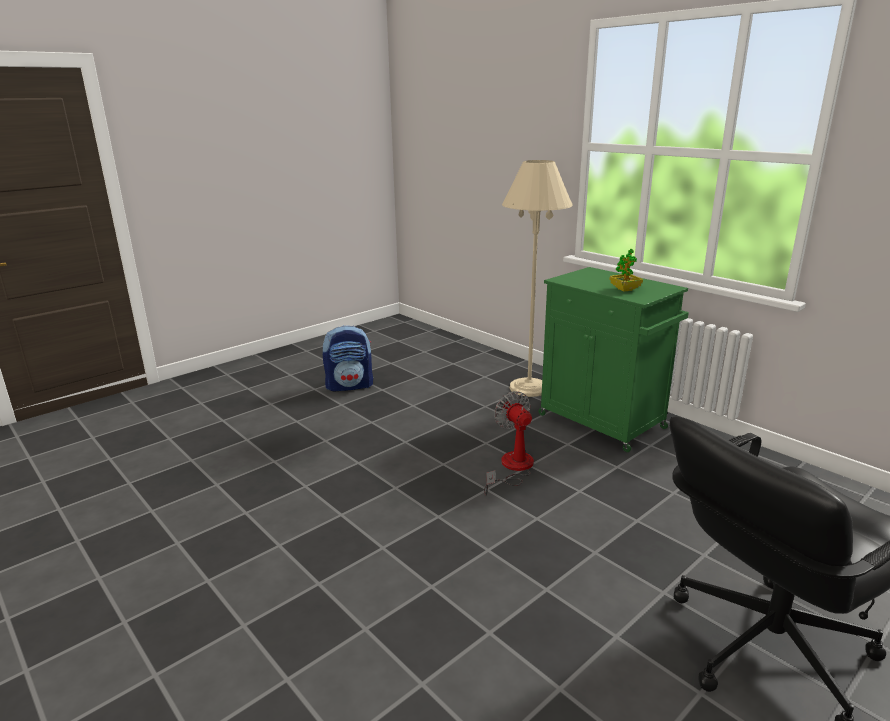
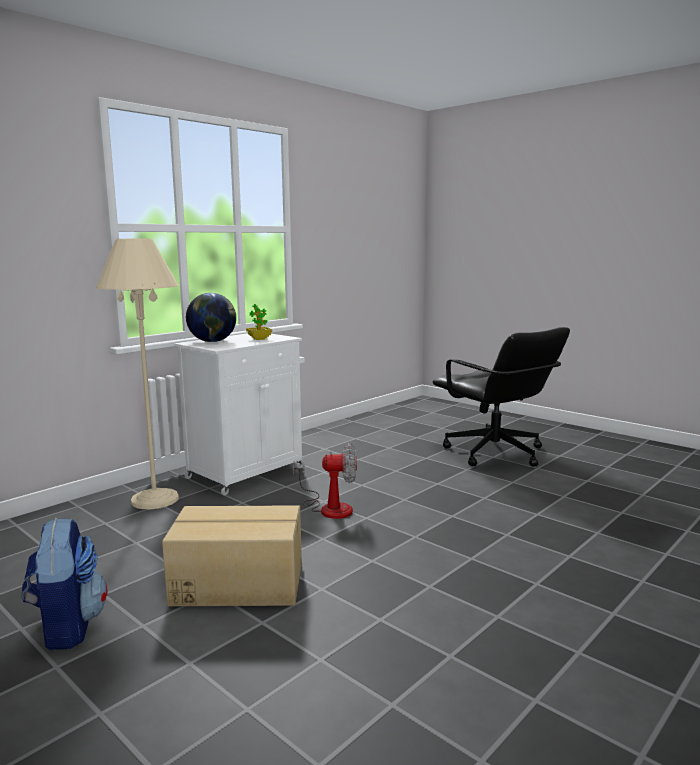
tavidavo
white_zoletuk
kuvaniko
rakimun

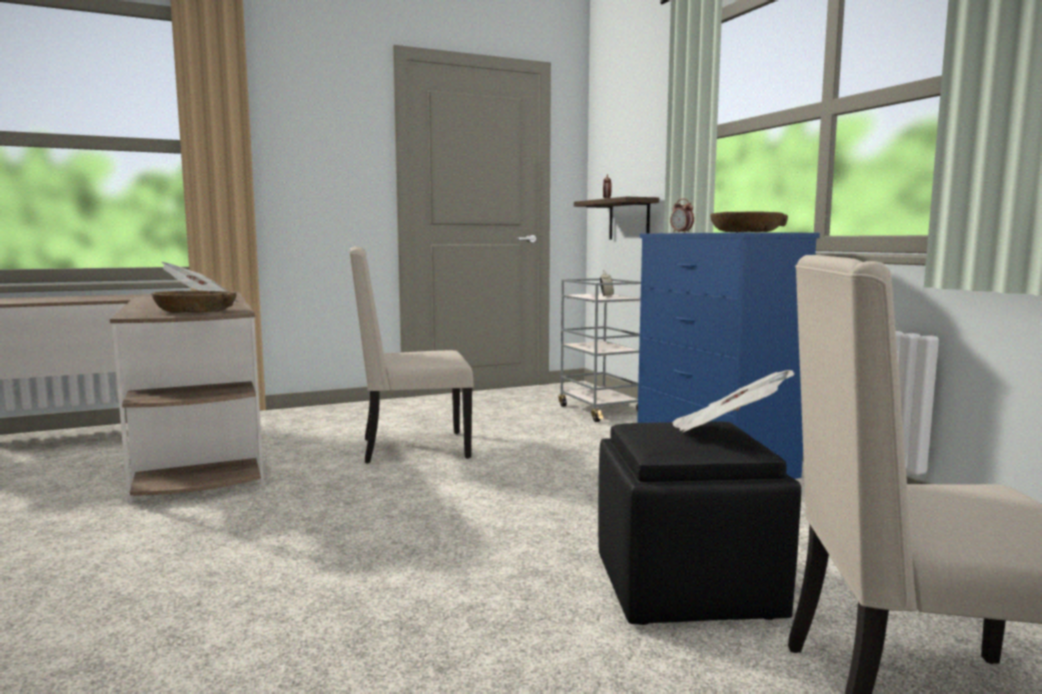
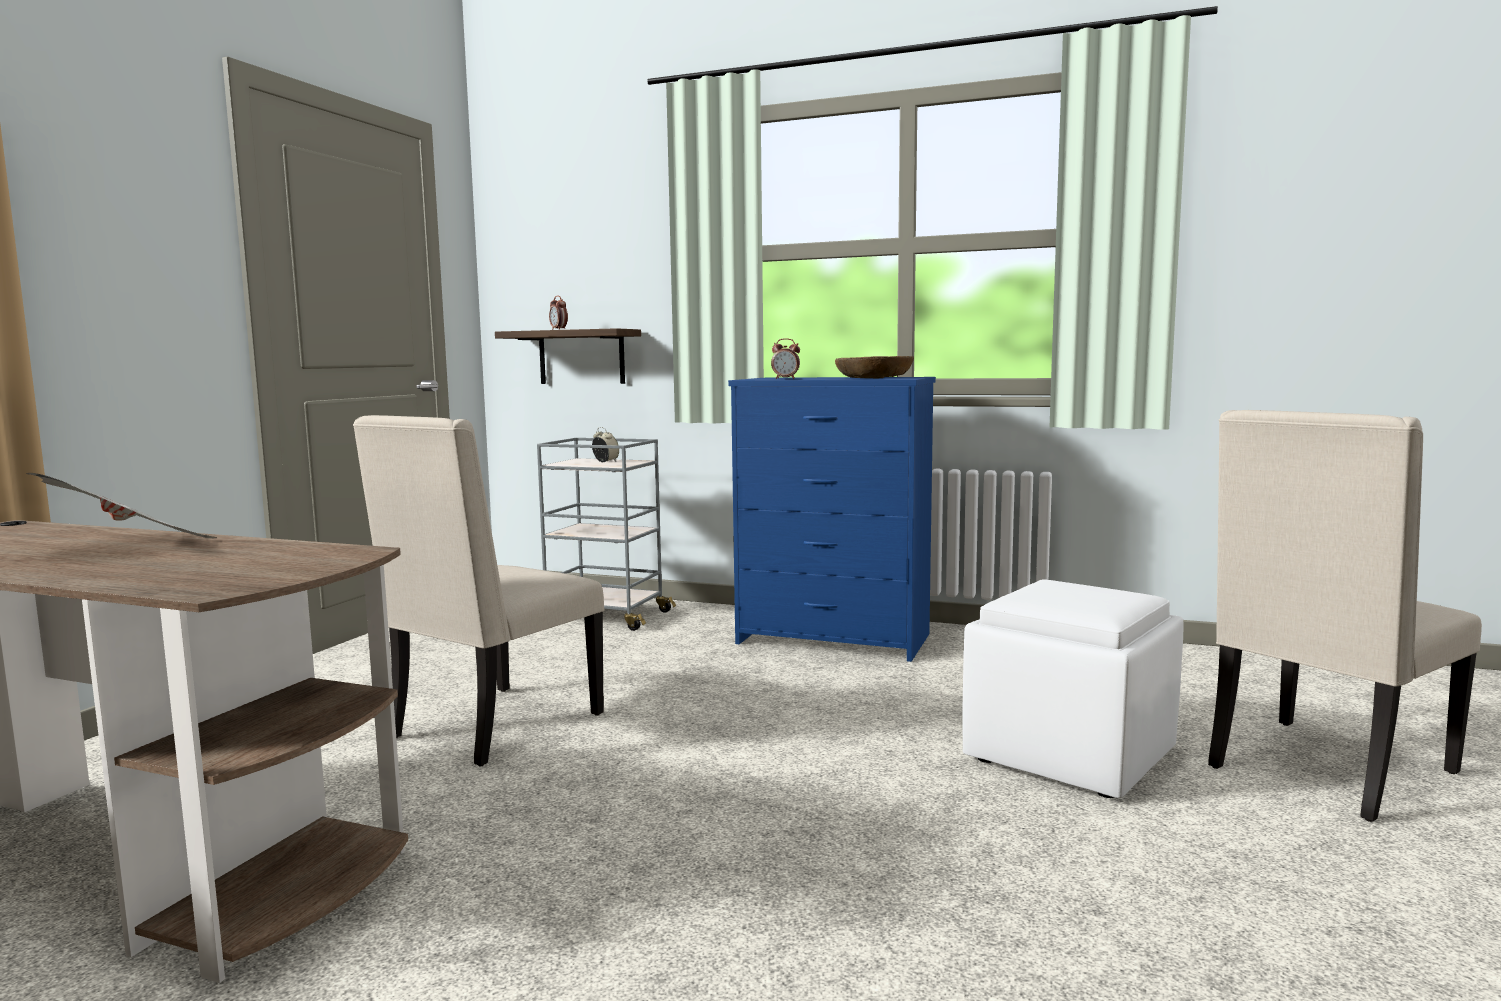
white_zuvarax
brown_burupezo (1st from left in the first image)
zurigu (2nd from left in the first image)

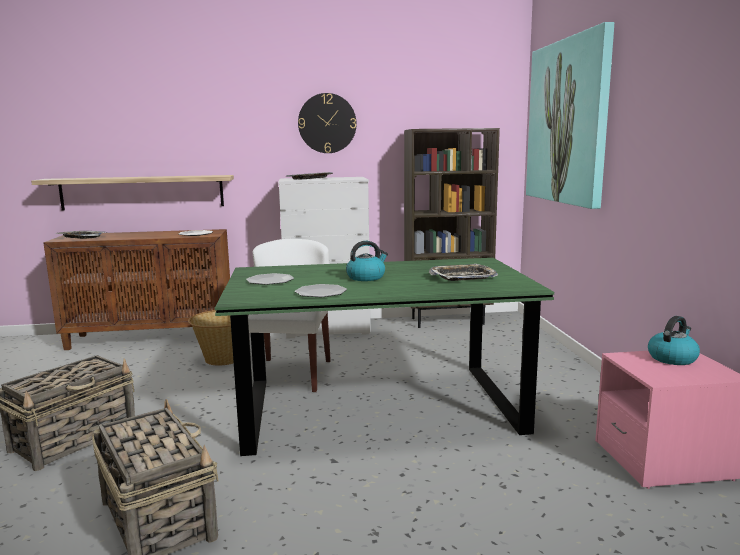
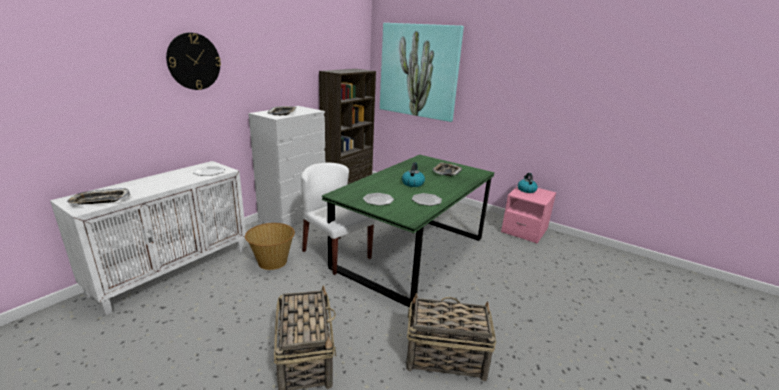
white_zoletuk
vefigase
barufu

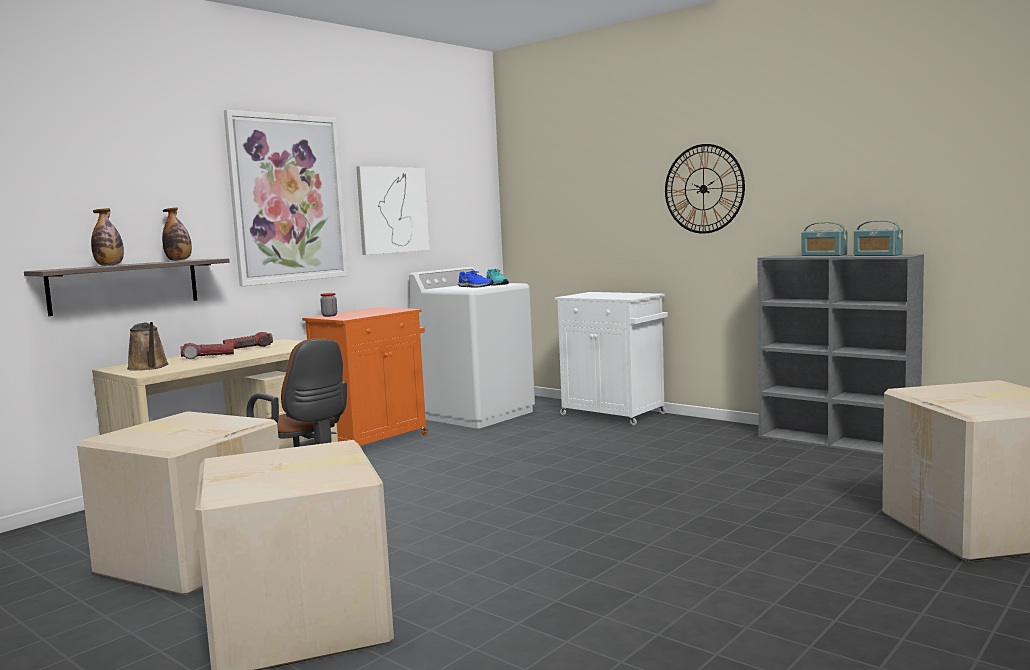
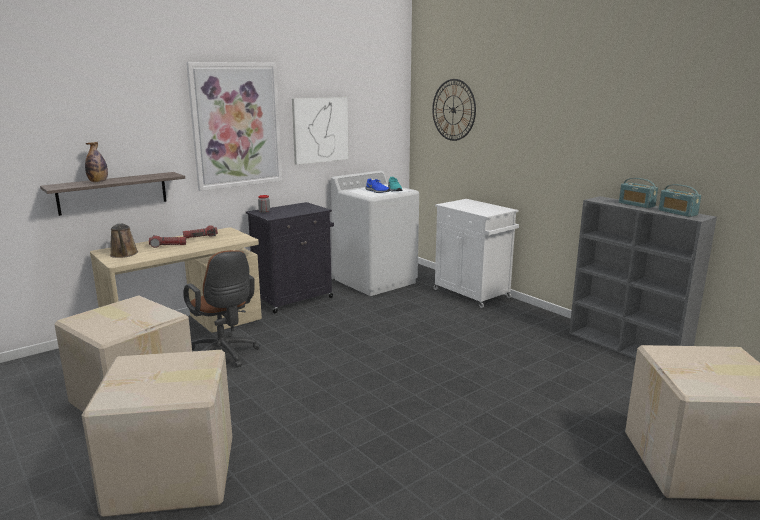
black_zoletuk
vefigase
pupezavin (2nd from left in the first image)

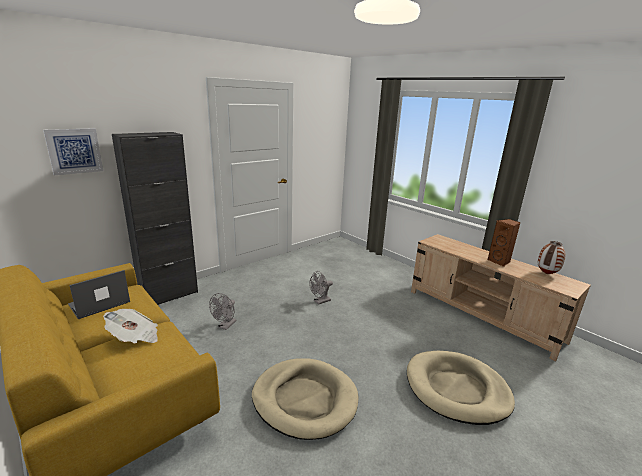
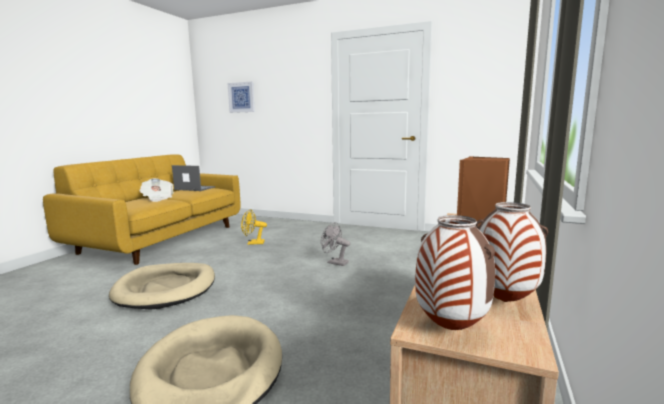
yellow_rakimun
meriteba (1st from left)
black_zoletuk

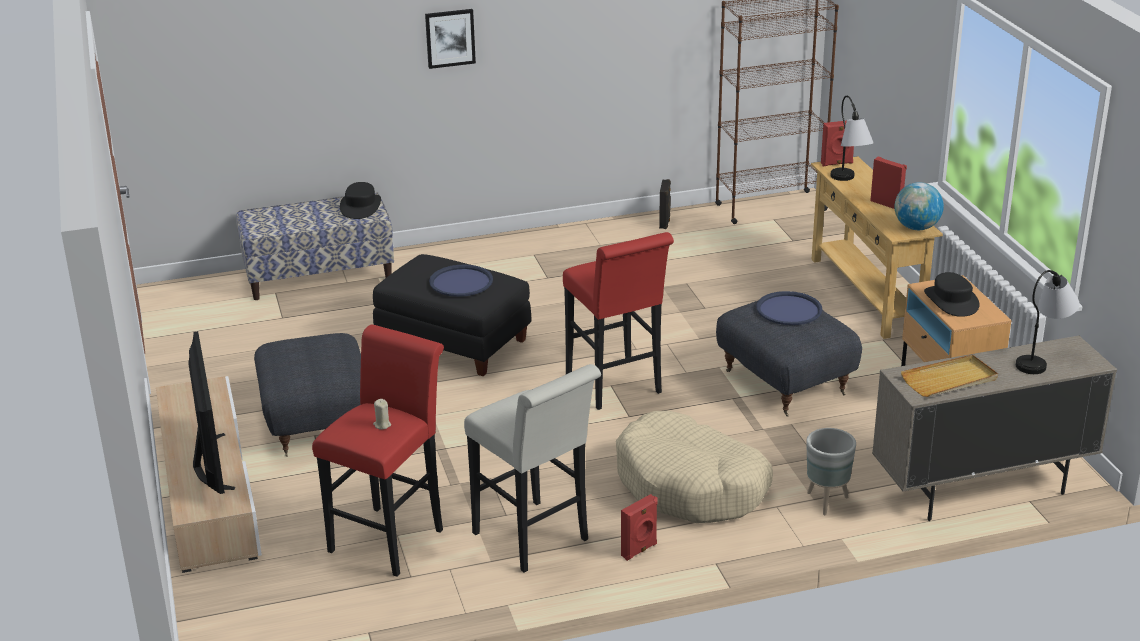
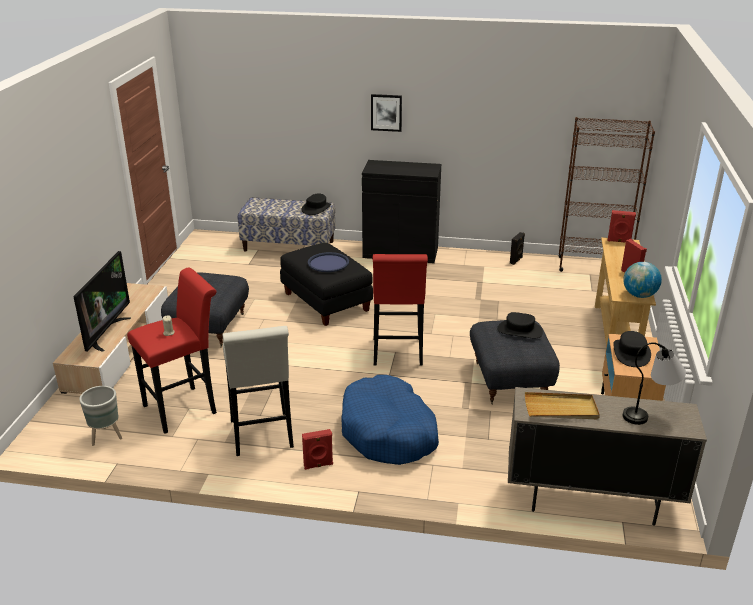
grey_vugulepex
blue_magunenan
black_zoletuk
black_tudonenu (2nd from left)
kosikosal (1st from left in the first image)

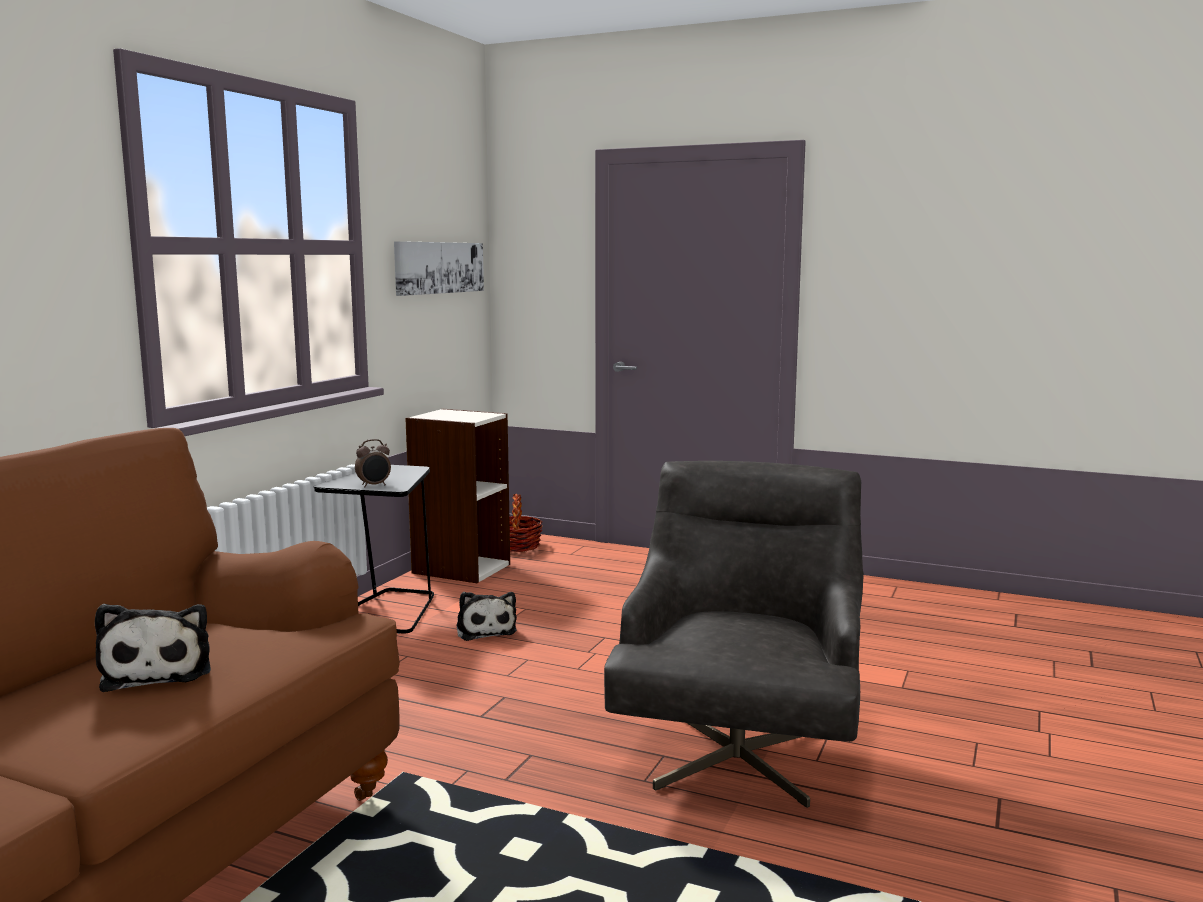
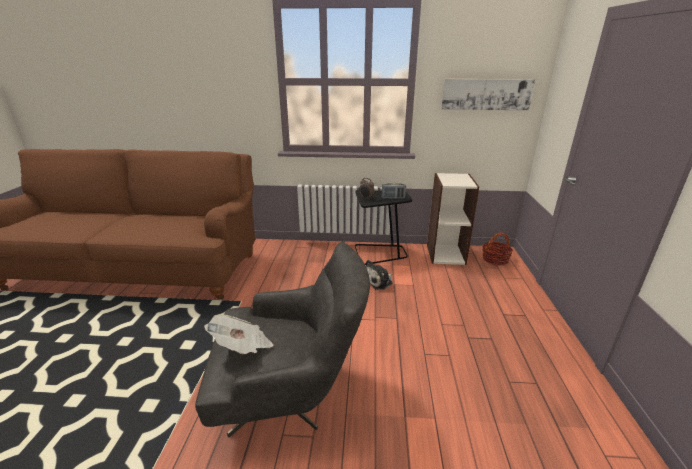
zurigu
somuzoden
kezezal (1st from left in the first image)

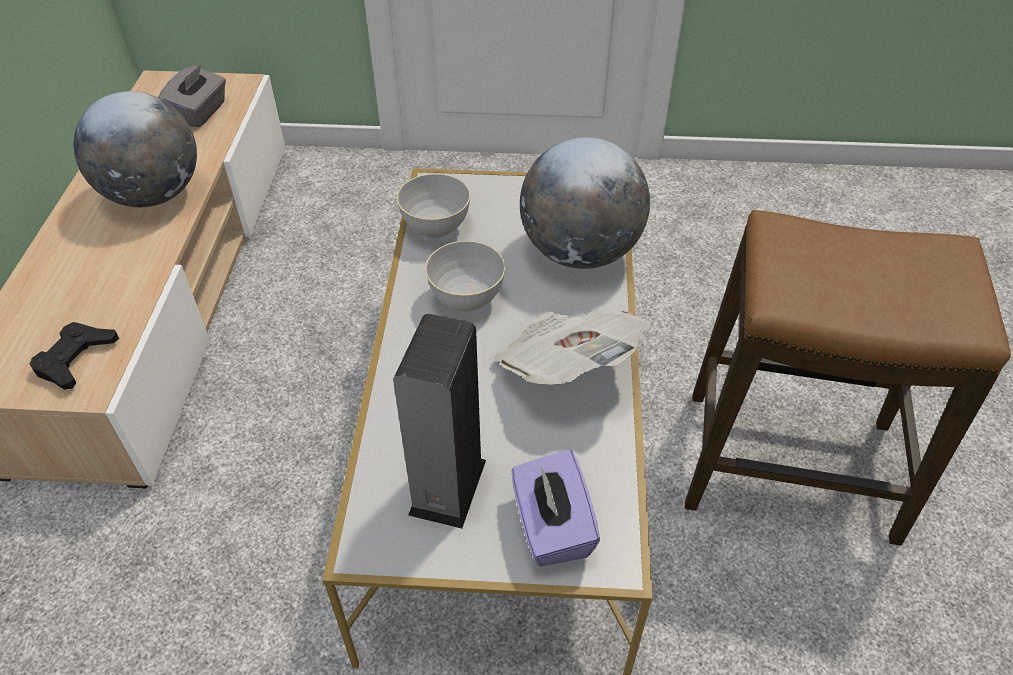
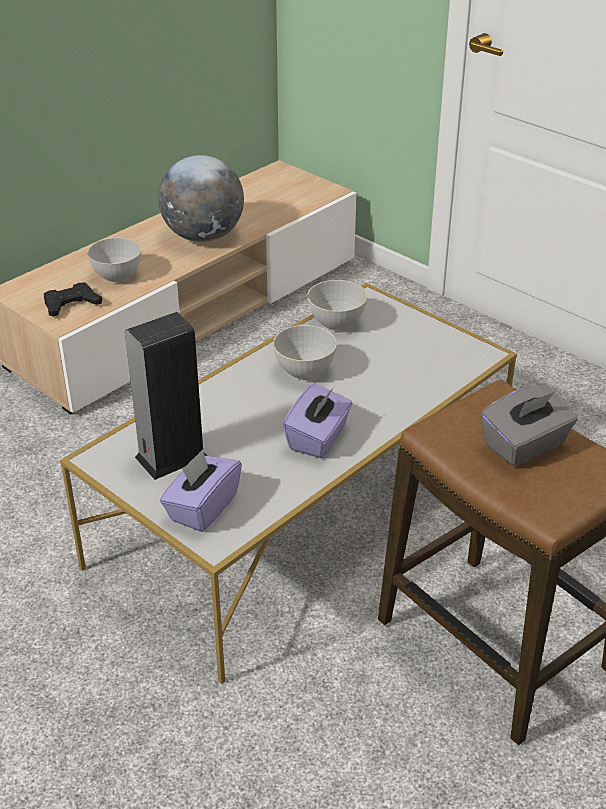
grey_burupezo (1st from left)
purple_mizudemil (2nd from left)
grey_mizudemil
kuvaniko (2nd from left in the first image)

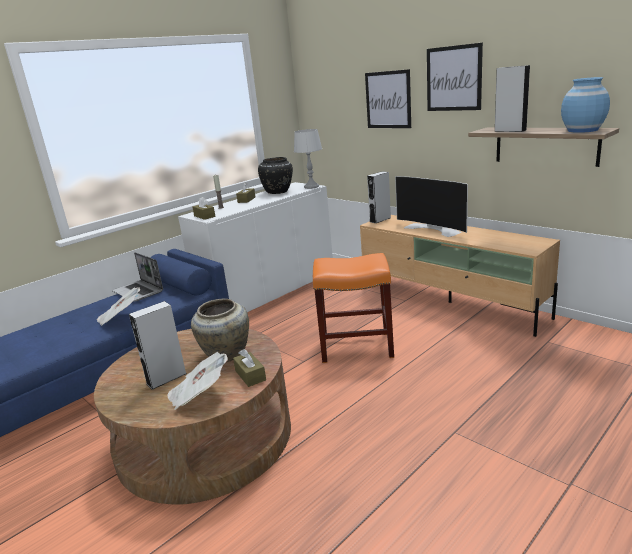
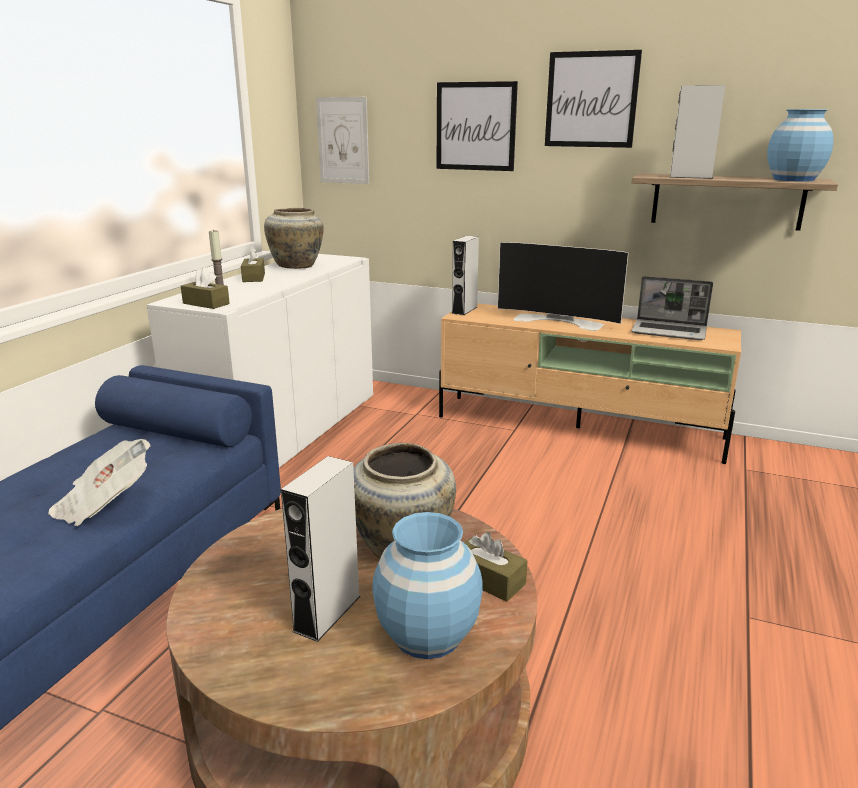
beige_meriteba (1st from left)
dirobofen (1st from left)
blue_meriteba (1st from left)
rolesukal
grey_kosikosal
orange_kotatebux

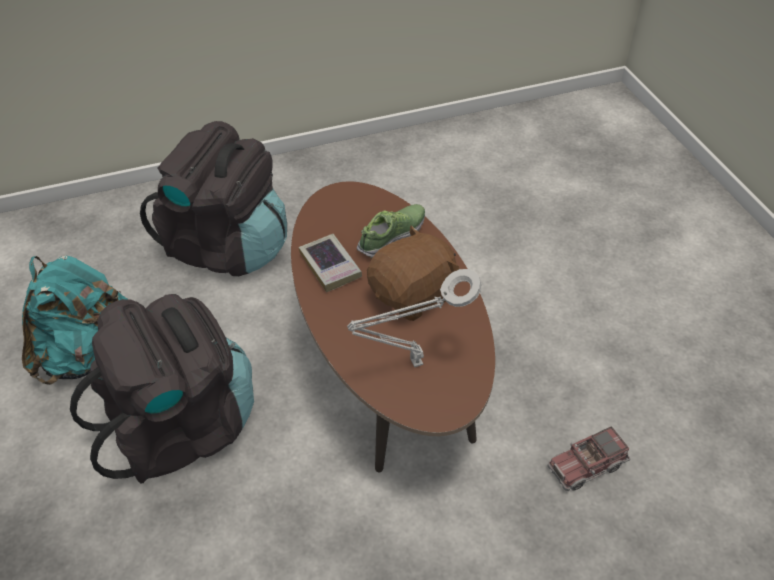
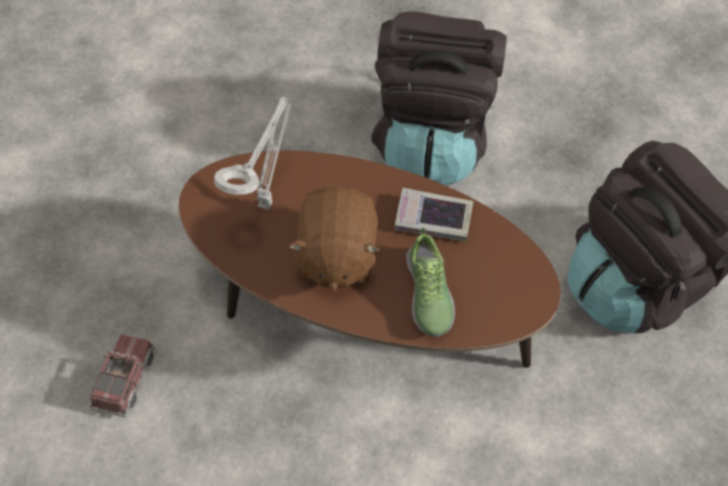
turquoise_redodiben

